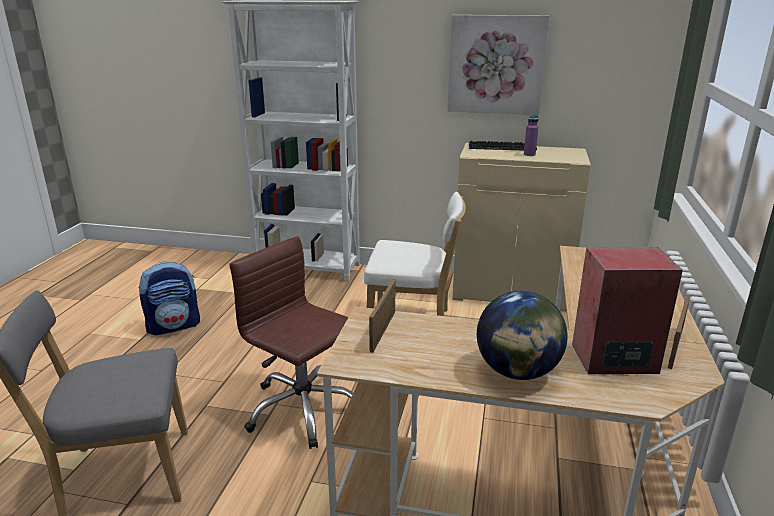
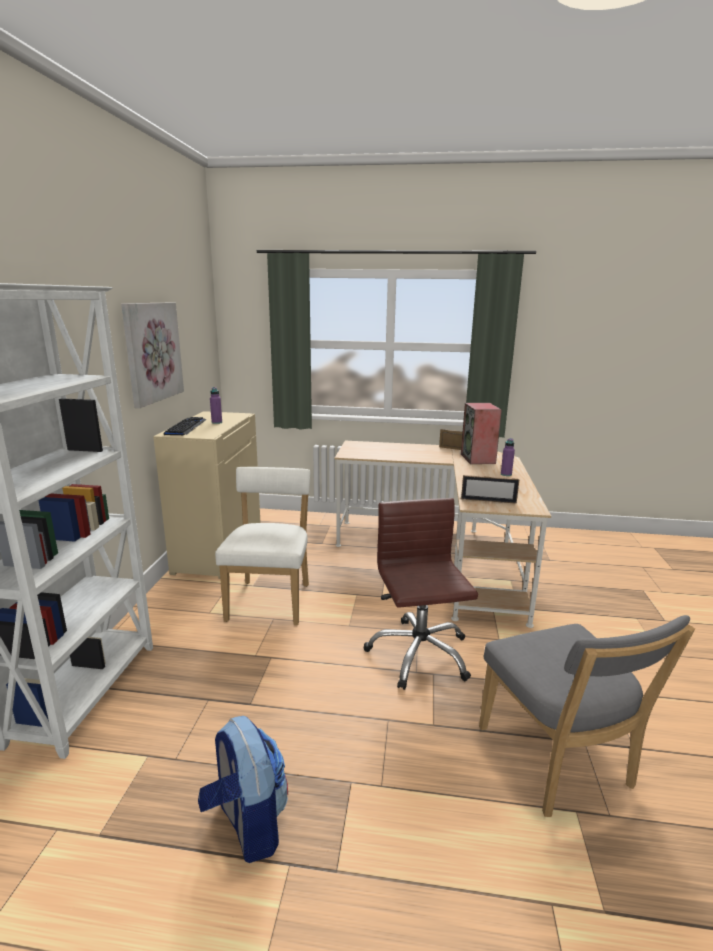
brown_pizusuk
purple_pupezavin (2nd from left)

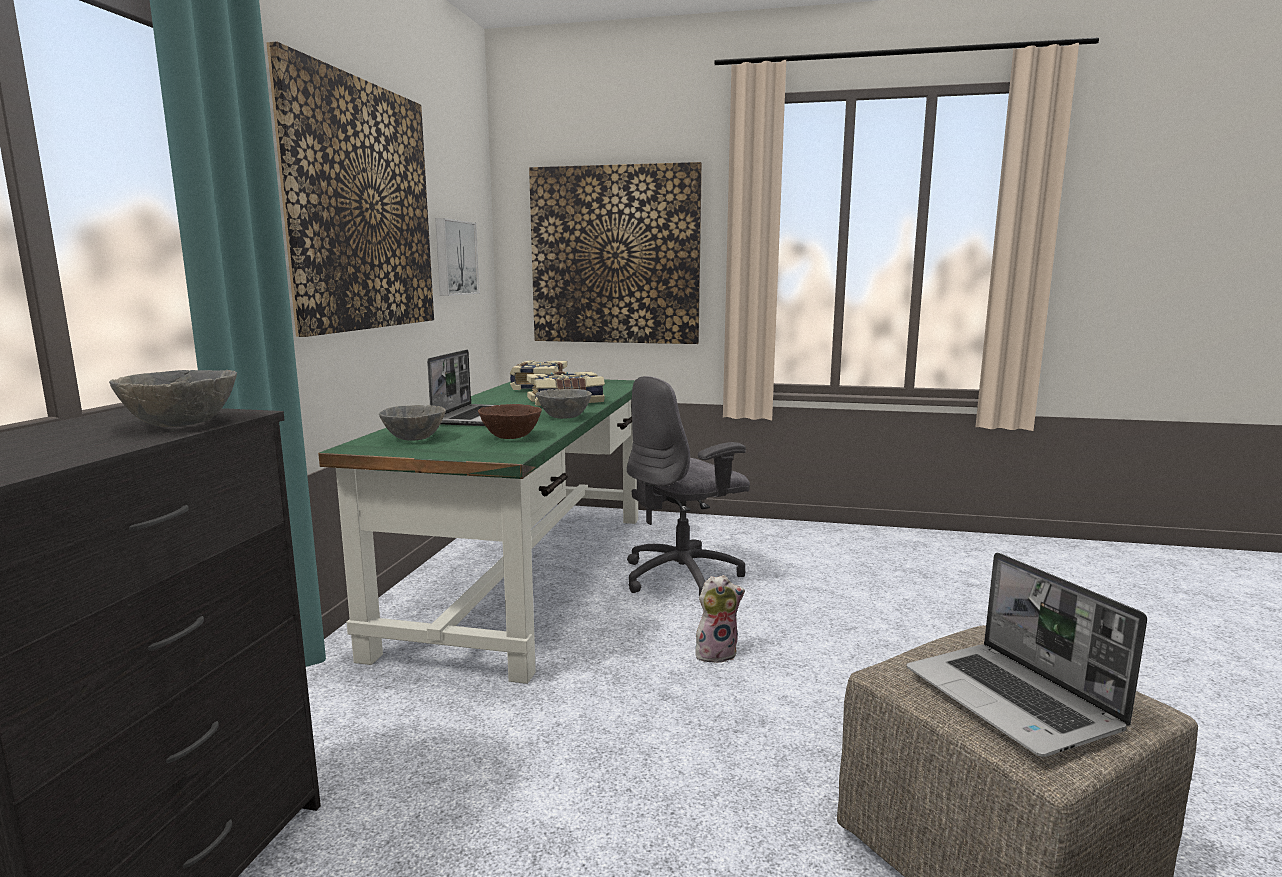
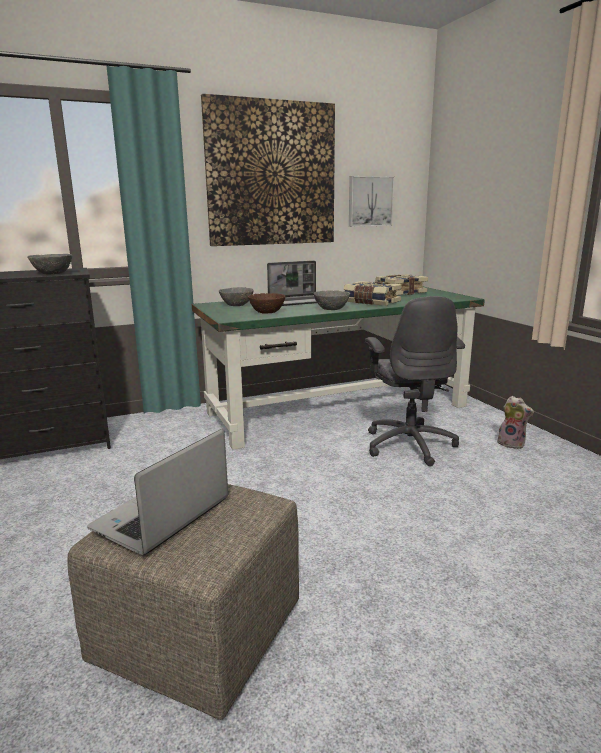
grey_pizusuk
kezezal
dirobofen (3rd from left in the first image)

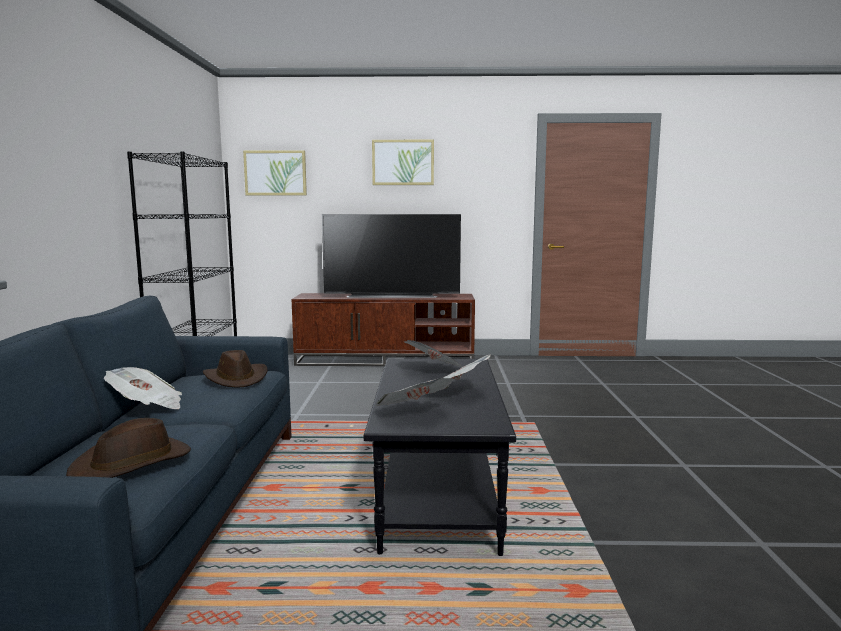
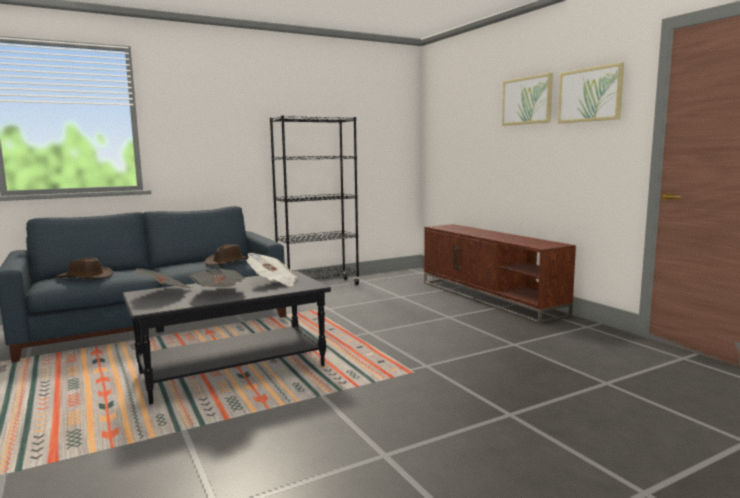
dirobofen (2nd from left)
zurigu (1st from left in the first image)
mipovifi

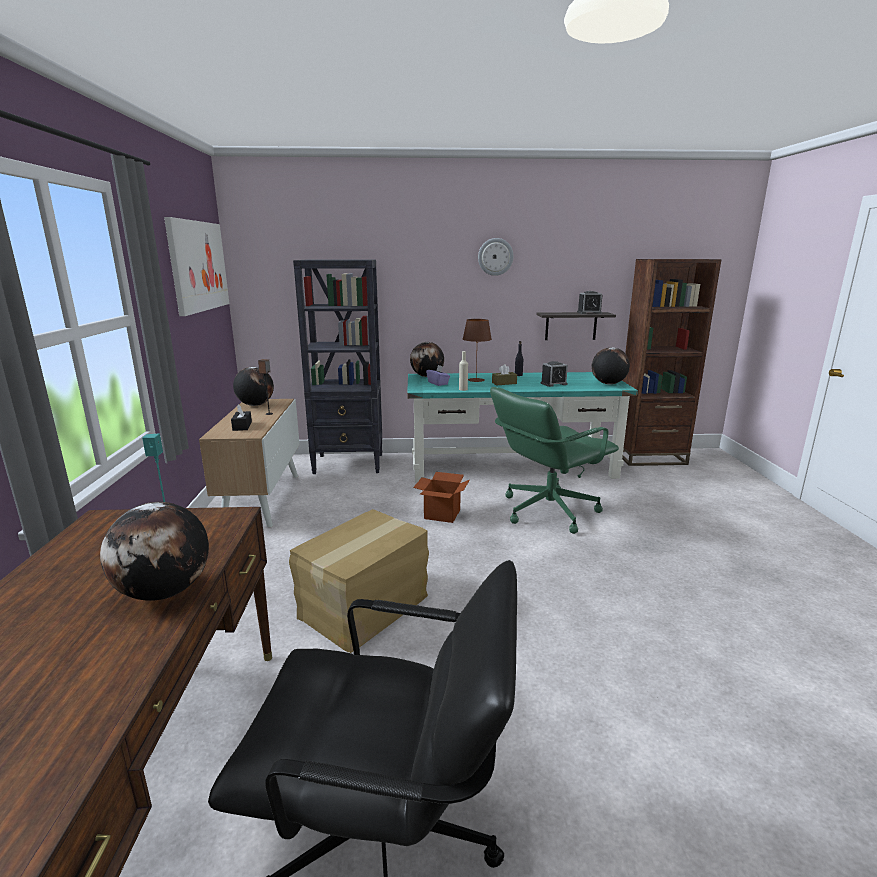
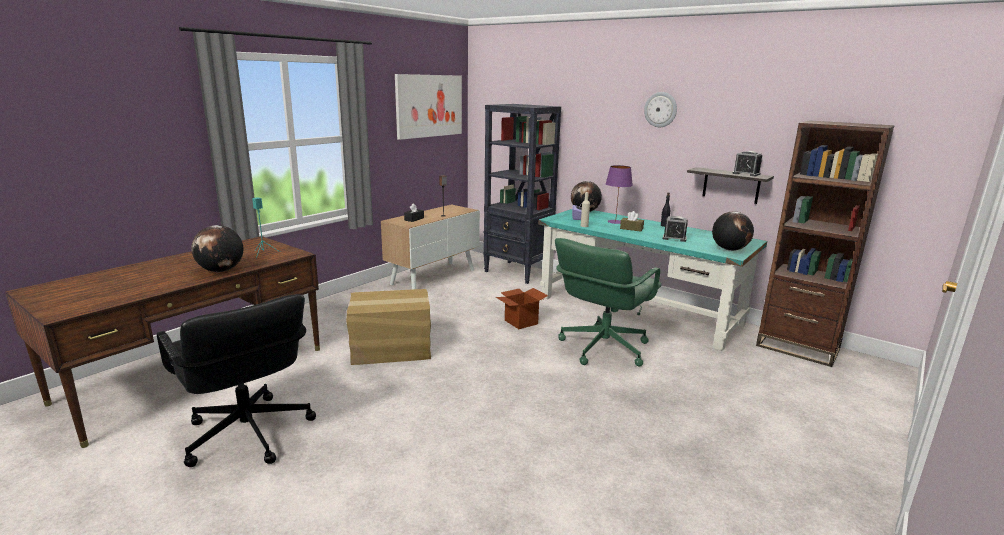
green_pizusuk
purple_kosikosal
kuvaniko (2nd from left in the first image)

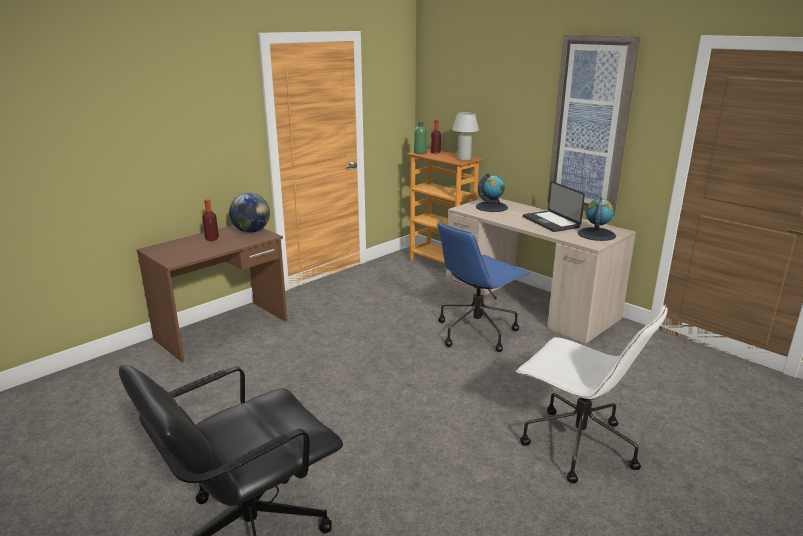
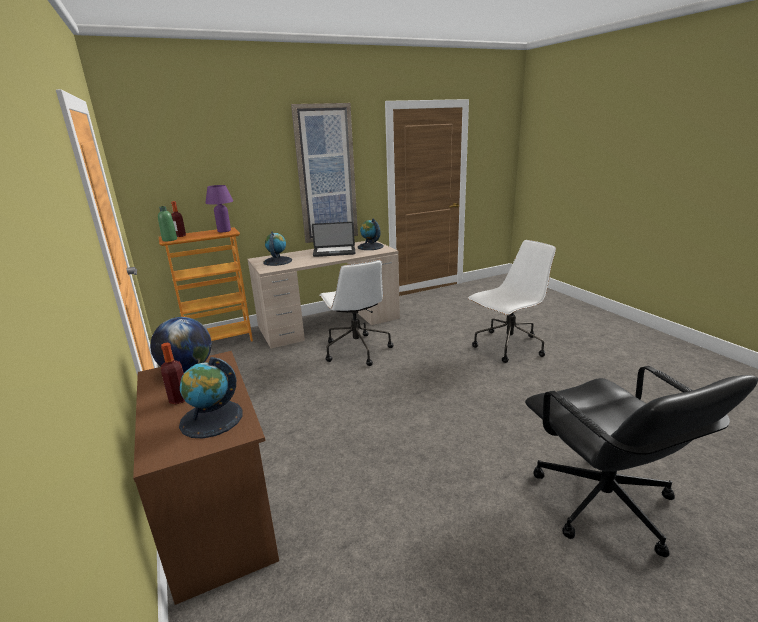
kuvaniko (2nd from left)
purple_kosikosal
white_pizusuk (1st from left)

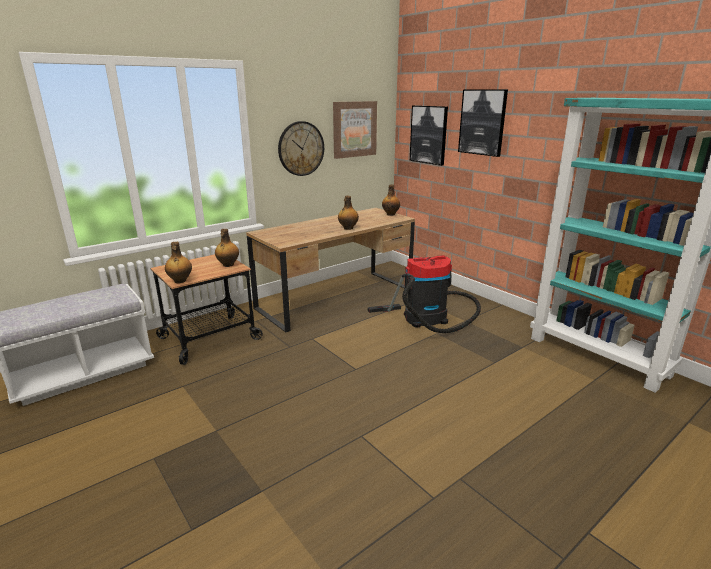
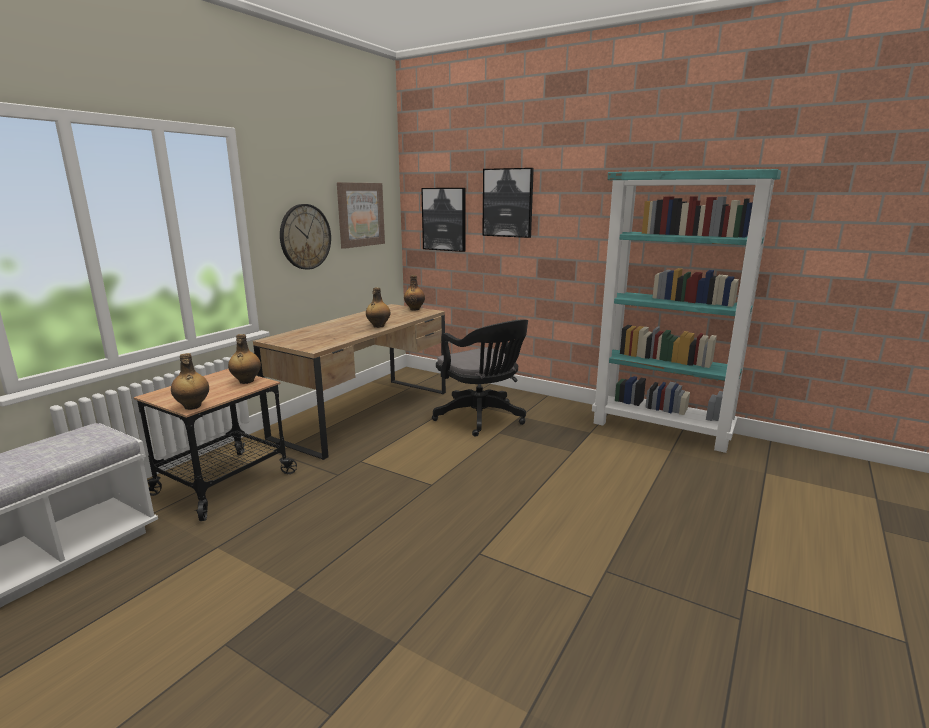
black_pizusuk

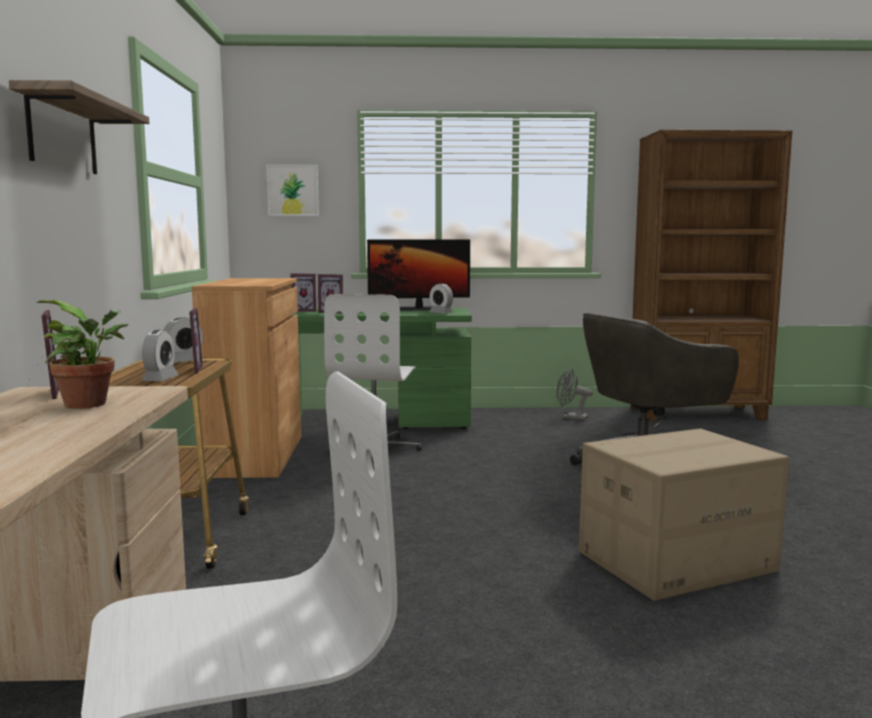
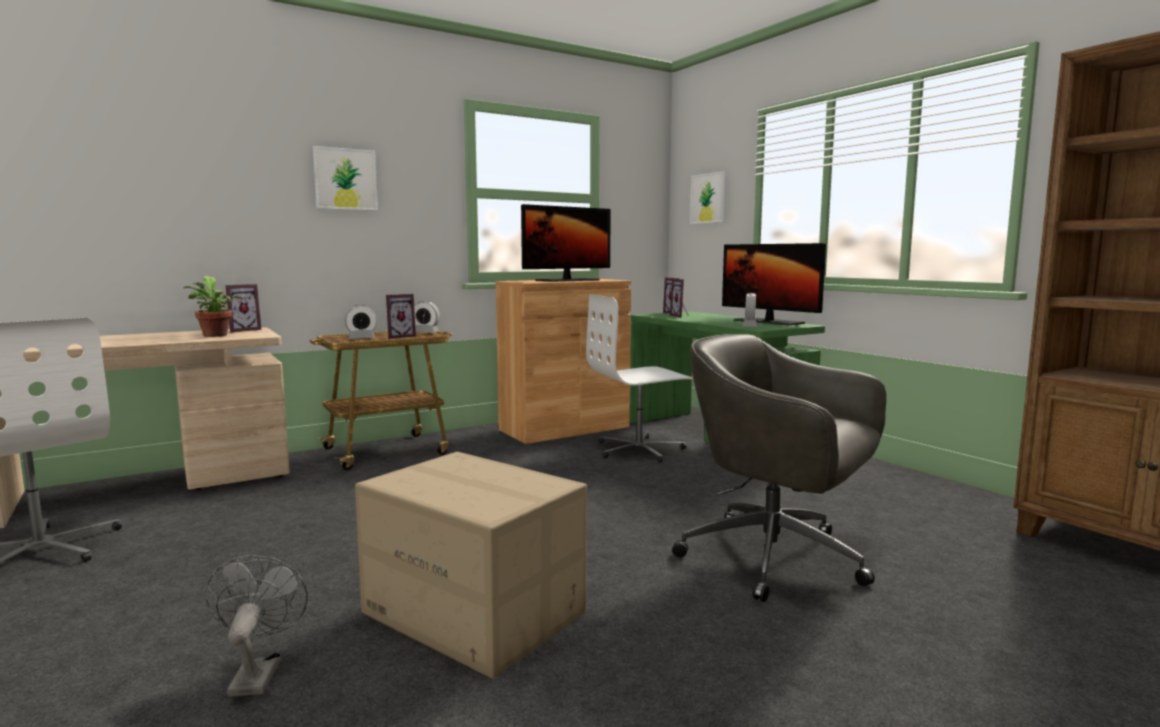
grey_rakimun
dirobofen (1st from left)
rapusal (1st from left)

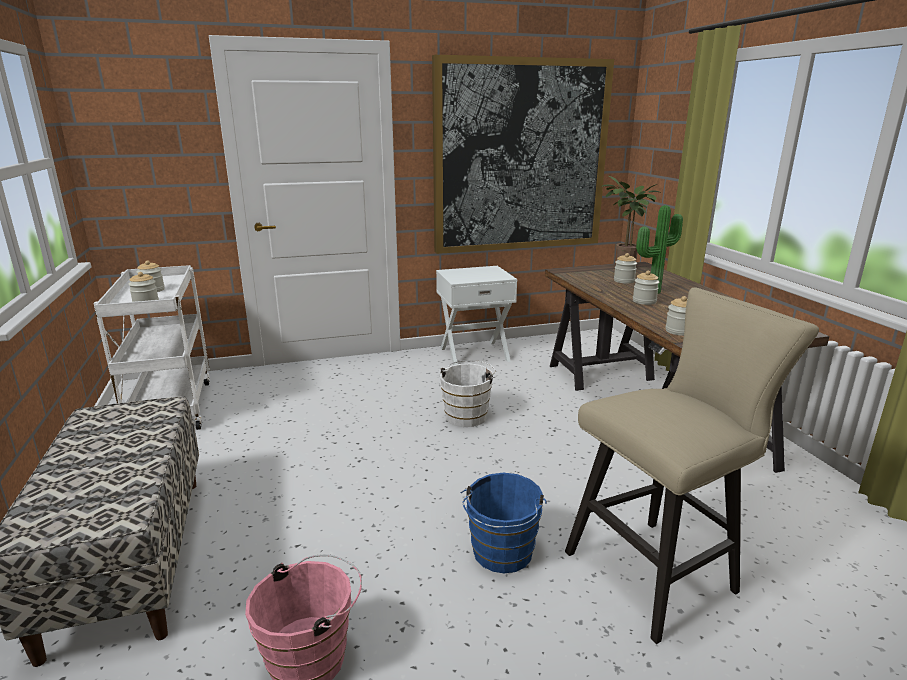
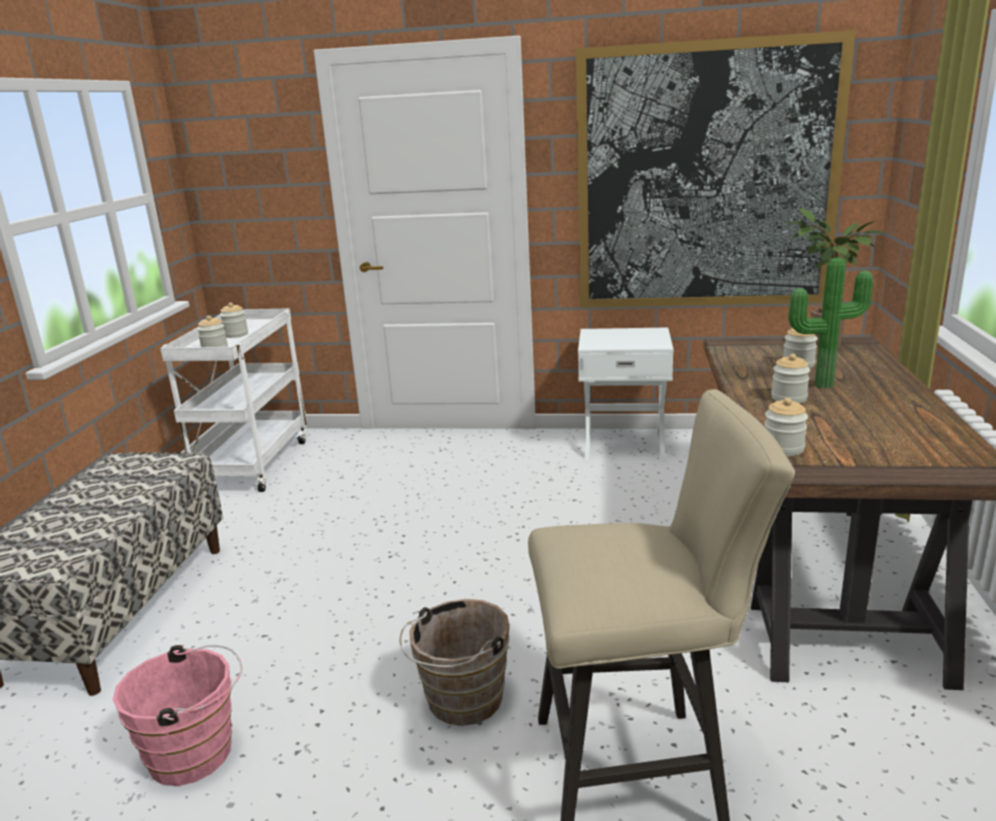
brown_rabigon
white_rabigon

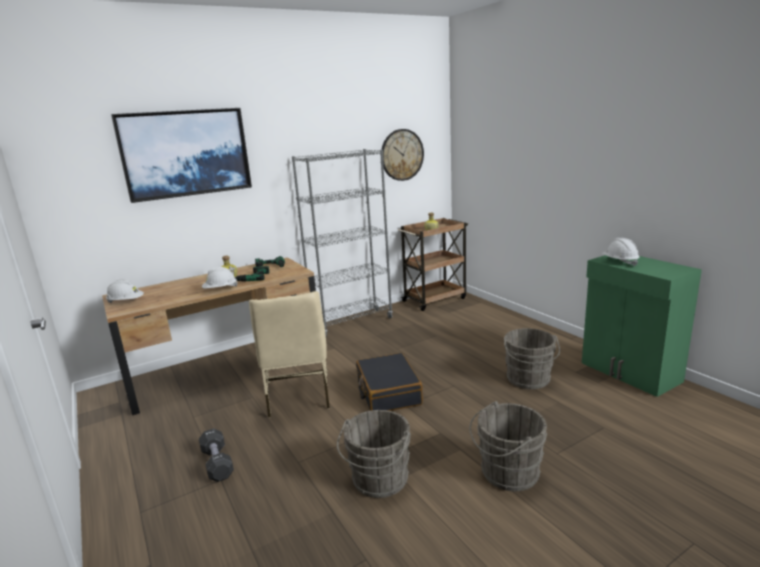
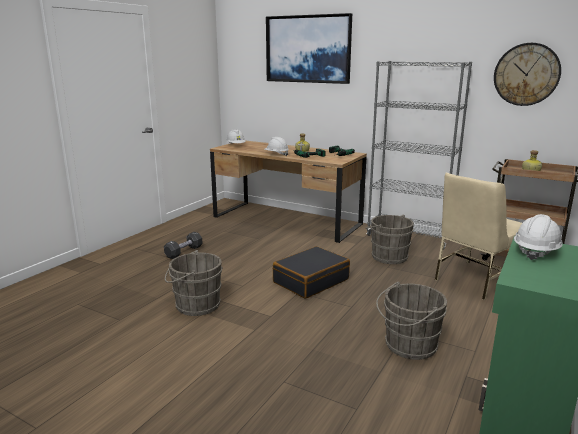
grey_rabigon (2nd from left)
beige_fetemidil

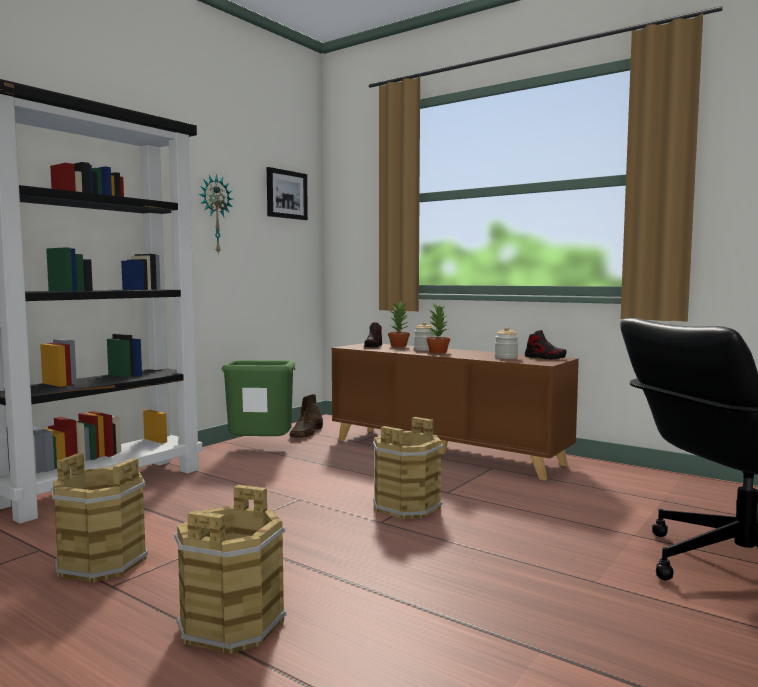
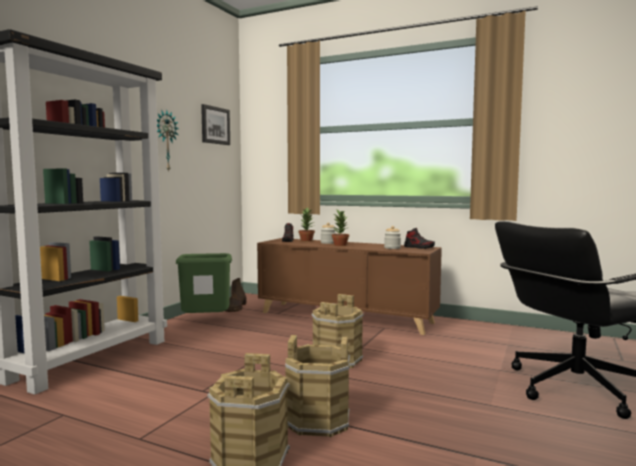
brown_rabigon (2nd from left)

